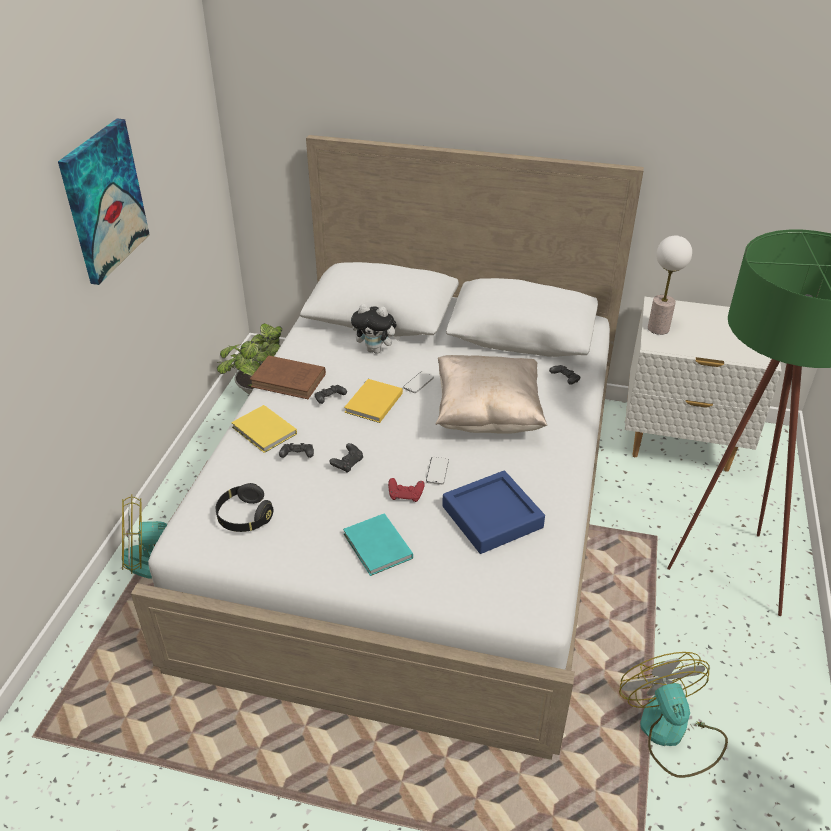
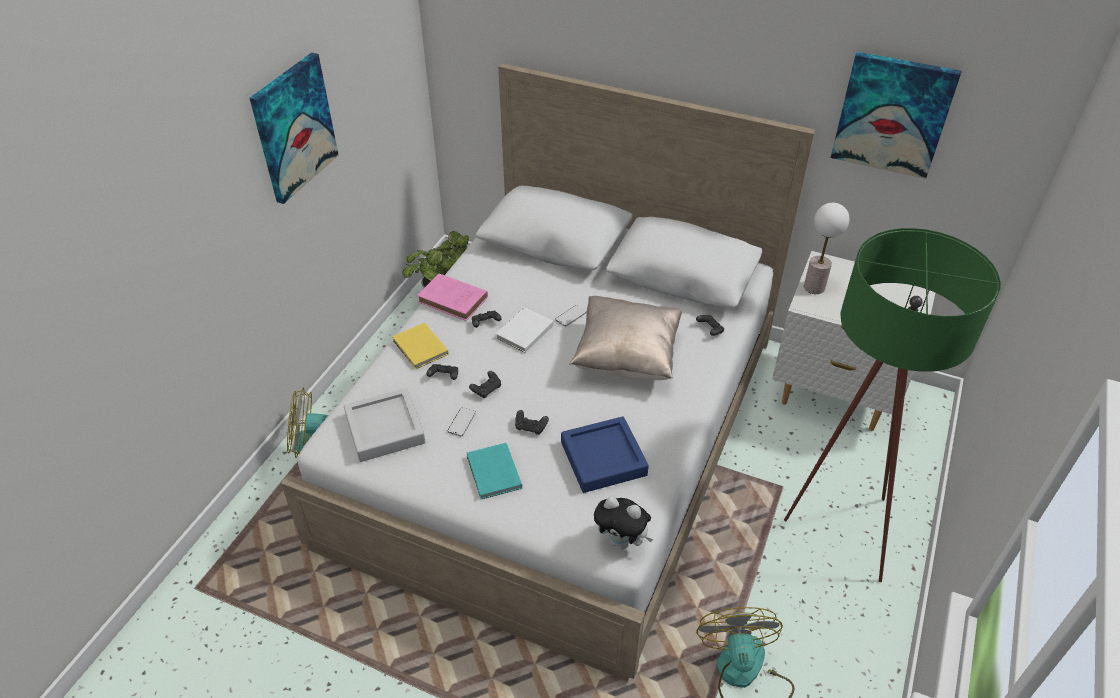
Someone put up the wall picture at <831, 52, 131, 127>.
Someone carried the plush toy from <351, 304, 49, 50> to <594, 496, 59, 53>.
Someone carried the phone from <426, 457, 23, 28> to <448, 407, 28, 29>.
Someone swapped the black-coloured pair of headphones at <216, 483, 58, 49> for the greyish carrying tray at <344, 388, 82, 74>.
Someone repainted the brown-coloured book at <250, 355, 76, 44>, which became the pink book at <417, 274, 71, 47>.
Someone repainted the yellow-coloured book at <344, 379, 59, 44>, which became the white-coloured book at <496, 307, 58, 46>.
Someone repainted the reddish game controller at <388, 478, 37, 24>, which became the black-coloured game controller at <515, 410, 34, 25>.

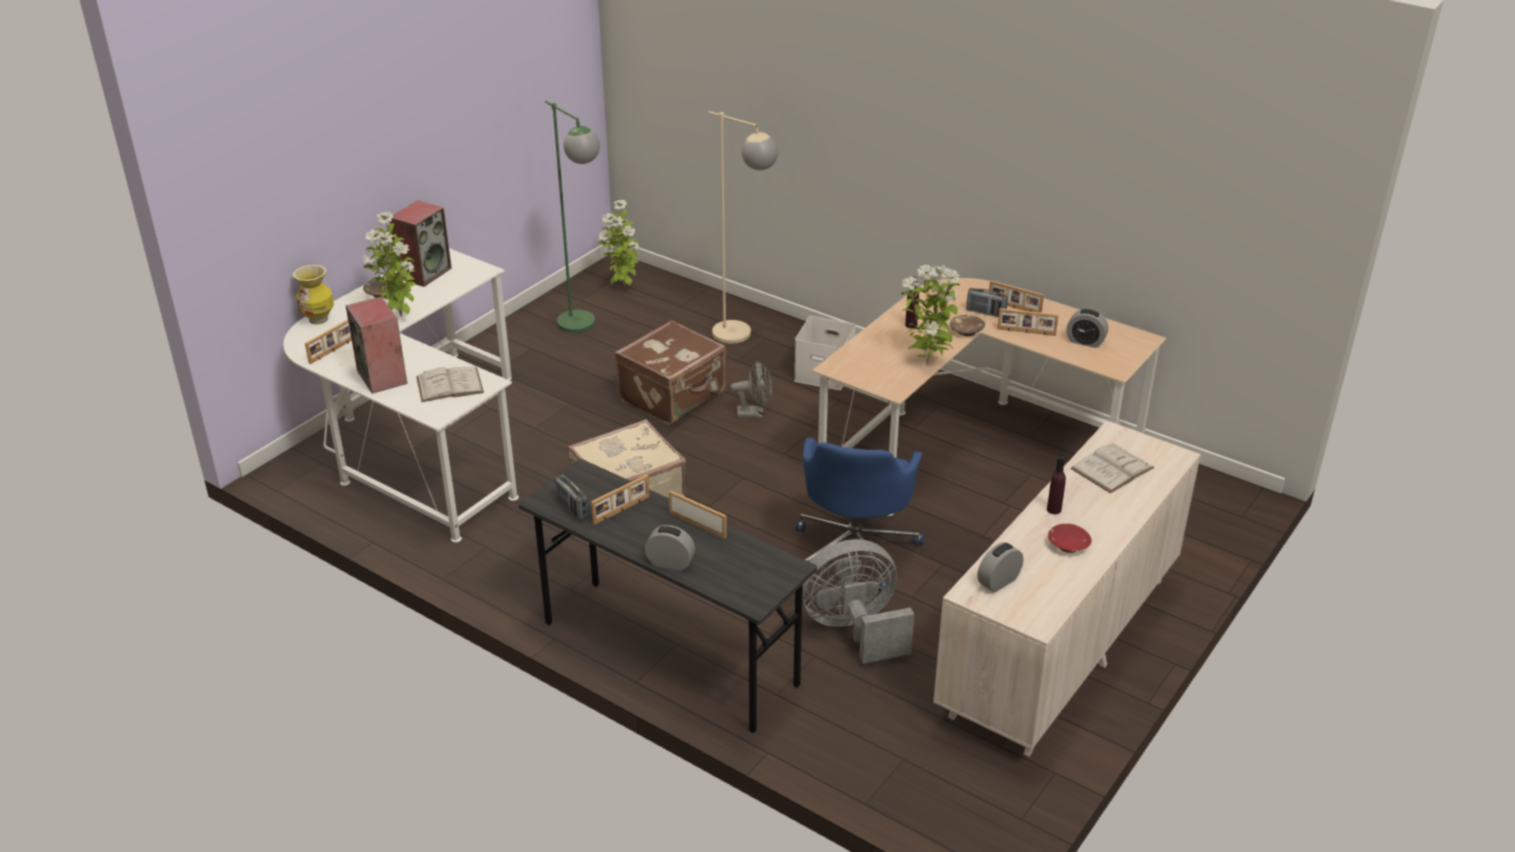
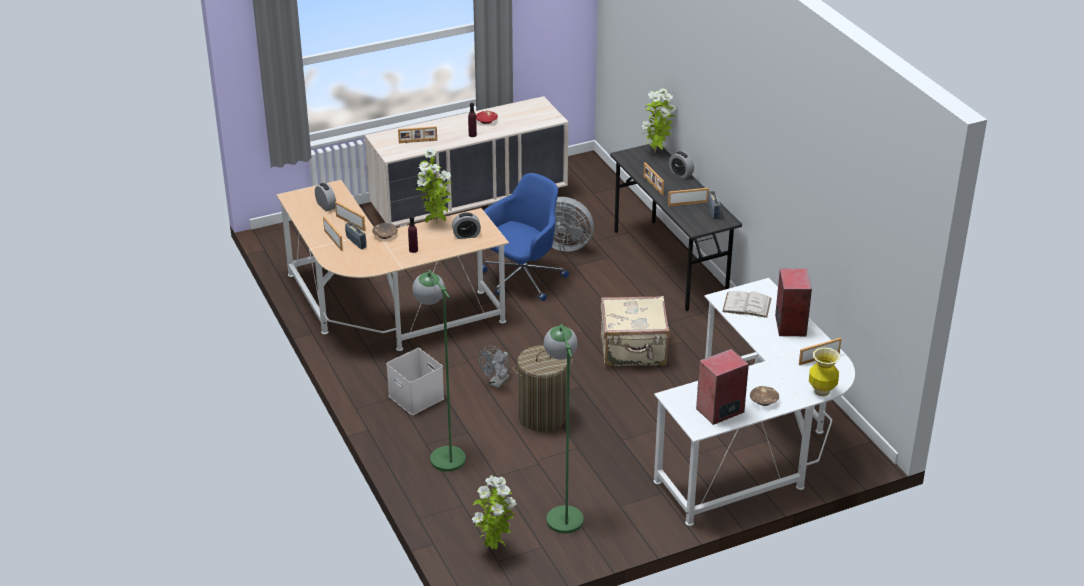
Someone carried the houseplant from <363, 212, 53, 105> to <641, 88, 35, 65>.
Someone carried the table clock from <977, 542, 46, 51> to <452, 212, 29, 27>.
Someone swapped the brown-coloured travel case at <615, 320, 111, 105> for the washing basket at <513, 345, 60, 87>.
Someone swapped the white-coloured book at <1071, 444, 84, 49> for the photo frame at <398, 126, 39, 17>.
Someone repainted the sand-coloured floor lamp at <708, 111, 70, 233>, which became the green floor lamp at <412, 270, 54, 202>.
Someone rotated the greyish cooling fan at <730, 361, 42, 57> by 90 degrees counterclockwise.

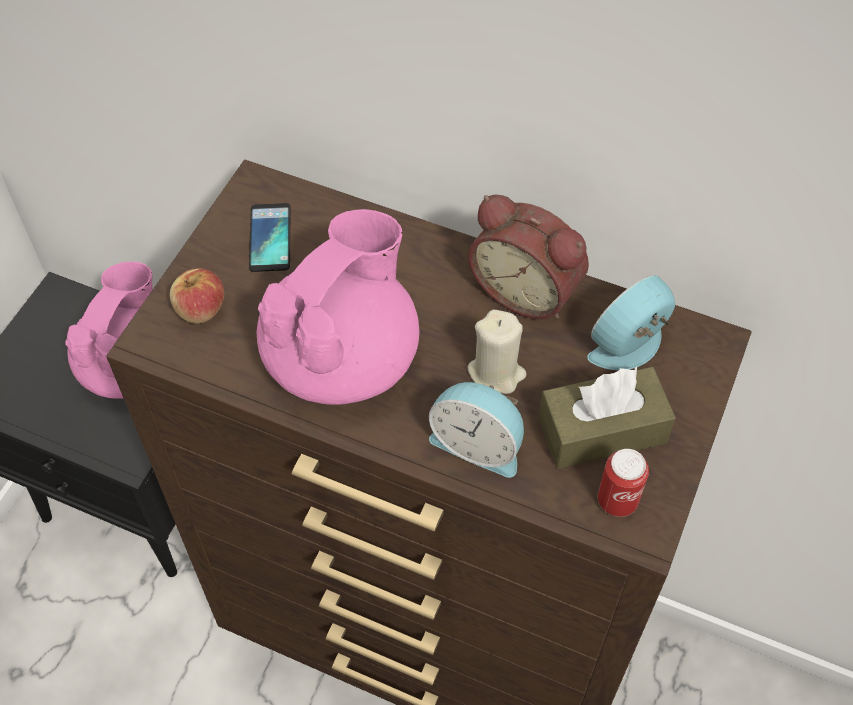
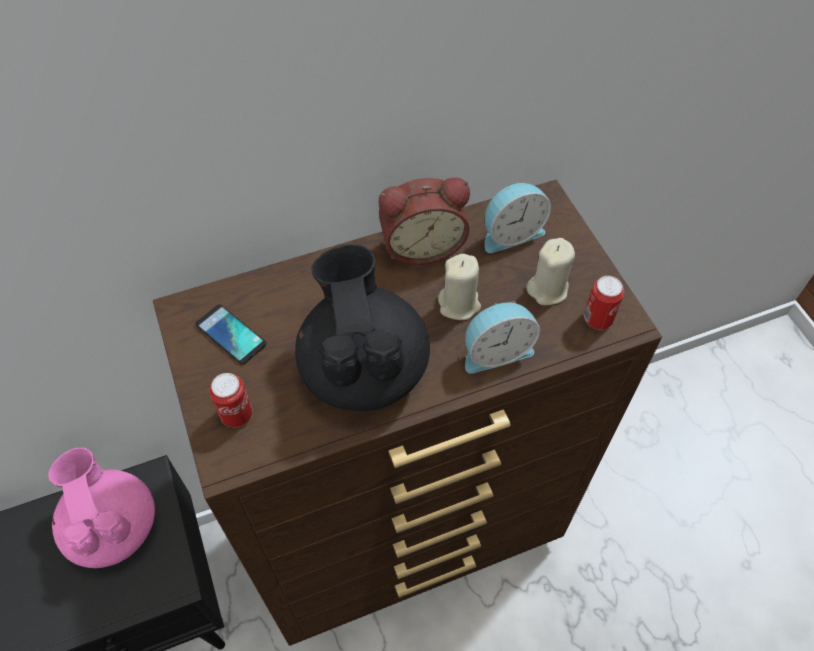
Someone swapped the apple fruit at <170, 268, 54, 56> for the metal can at <209, 373, 43, 54>.
Someone swapped the brown-coloured tissue box at <538, 367, 138, 102> for the sand-coloured wax candle at <526, 238, 49, 67>.
Someone repainted the pink tea pot at <257, 209, 163, 196>, which became the black-coloured tea pot at <295, 244, 135, 167>.
Someone rotated the table clock at <587, 275, 88, 95> by 120 degrees counterclockwise.

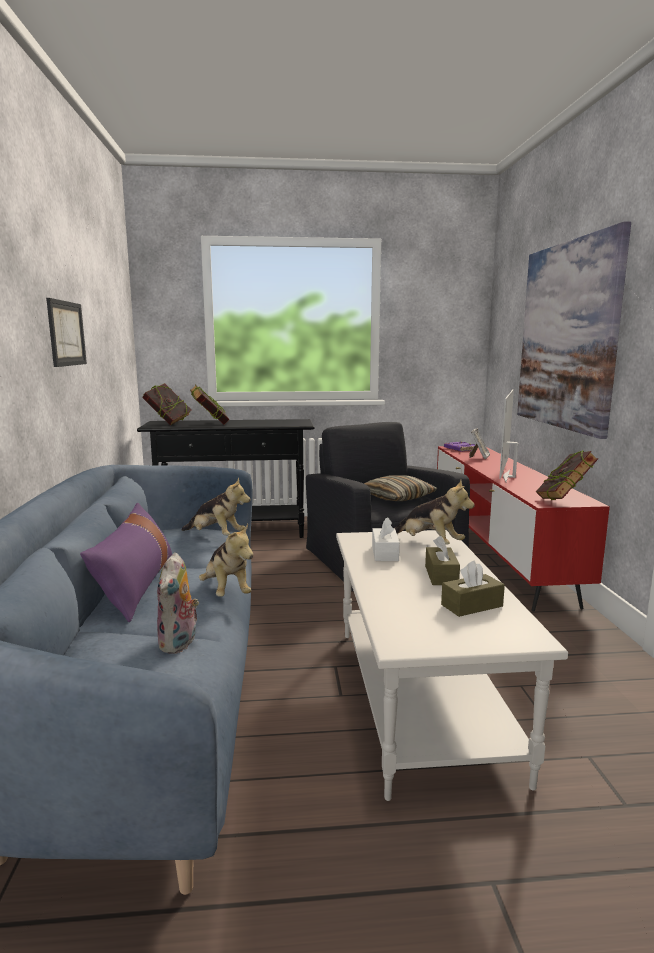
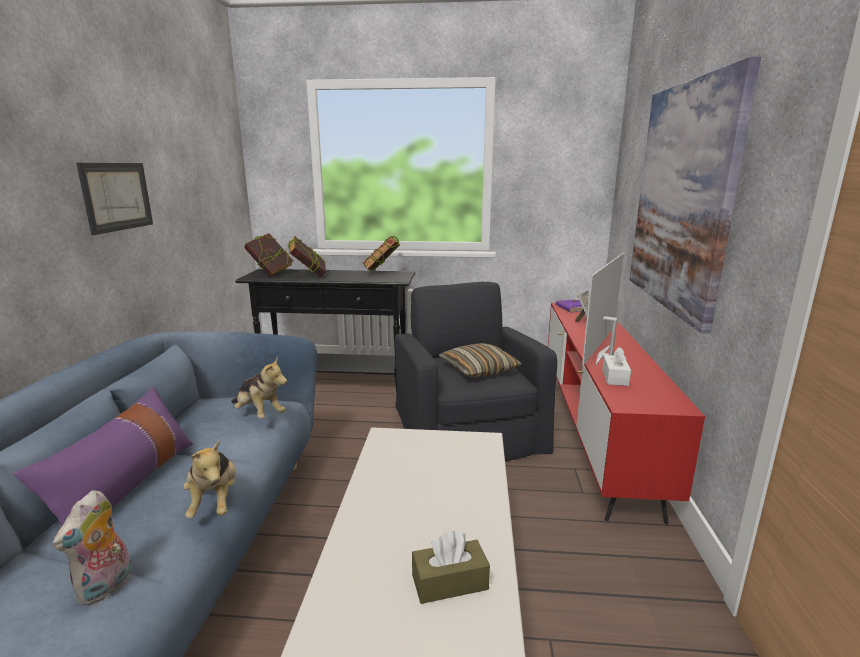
Someone took away the plush toy at <395, 480, 80, 65>.
Someone took away the brown-coloured tissue box at <425, 536, 35, 49>.
Someone carried the white-coloured tissue box from <372, 517, 28, 44> to <602, 347, 29, 39>.
Someone carried the book from <536, 450, 62, 50> to <363, 236, 37, 35>.

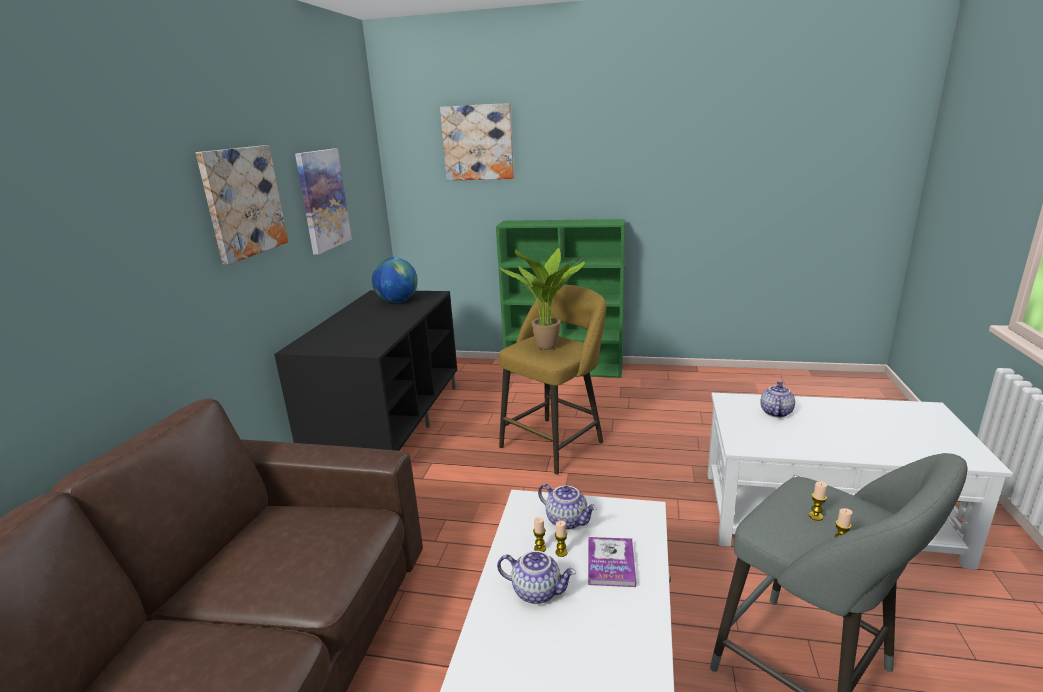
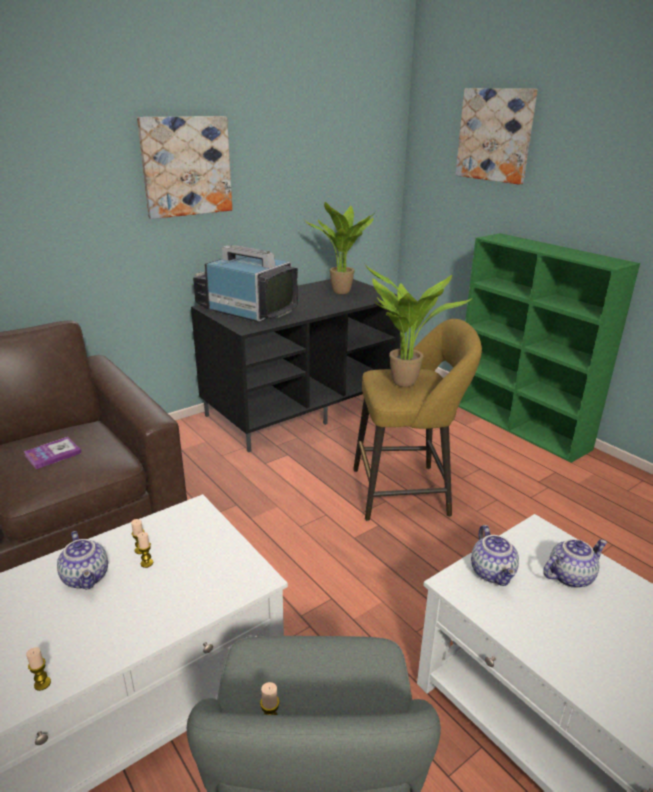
Someone took away the wall picture at <295, 149, 57, 105>.
Someone put down the TV at <193, 245, 105, 78>.
Someone carried the tea pot from <538, 484, 59, 46> to <471, 525, 48, 61>.
Someone carried the book from <588, 537, 48, 50> to <24, 437, 58, 32>.
Someone carried the wax candle from <809, 482, 18, 39> to <26, 647, 25, 44>.
Someone swapped the globe at <371, 257, 47, 46> for the houseplant at <305, 202, 69, 92>.

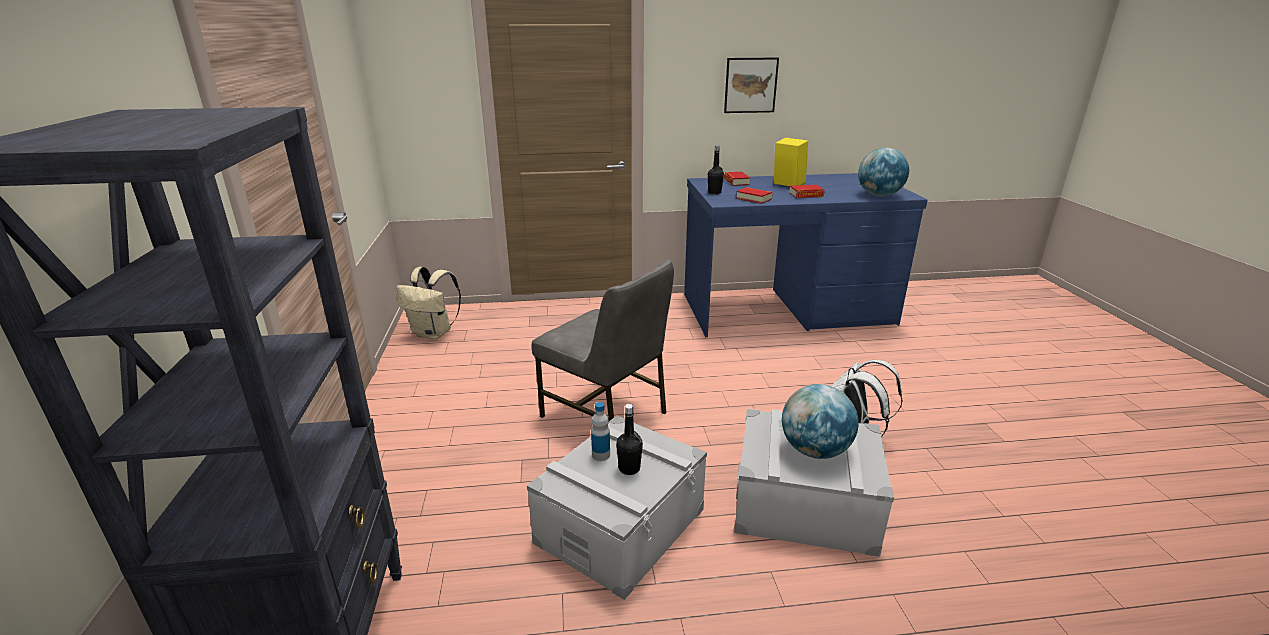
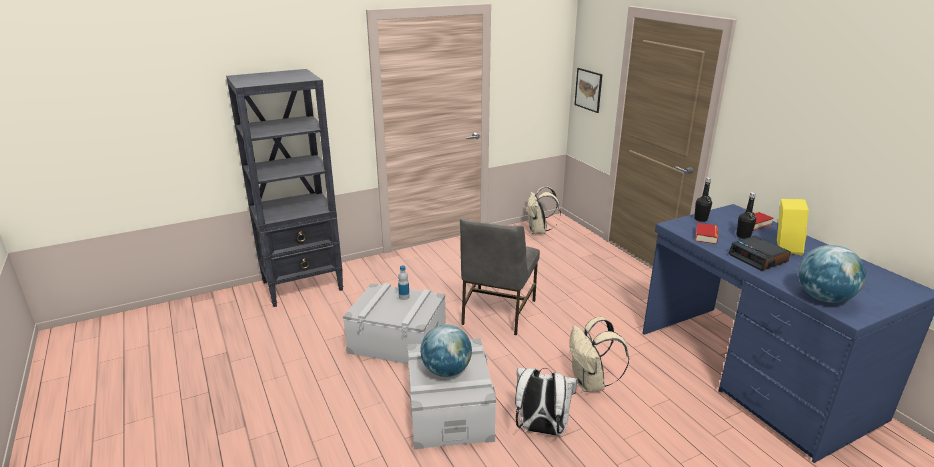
Someone put down the sand-coloured rucksack at <569, 317, 60, 75>.
Someone carried the black-coloured beverage bottle from <616, 404, 27, 71> to <736, 192, 20, 47>.
Someone carried the wall picture from <724, 58, 55, 55> to <574, 68, 28, 45>.
Someone swapped the book at <789, 185, 36, 13> for the table clock at <728, 236, 63, 35>.

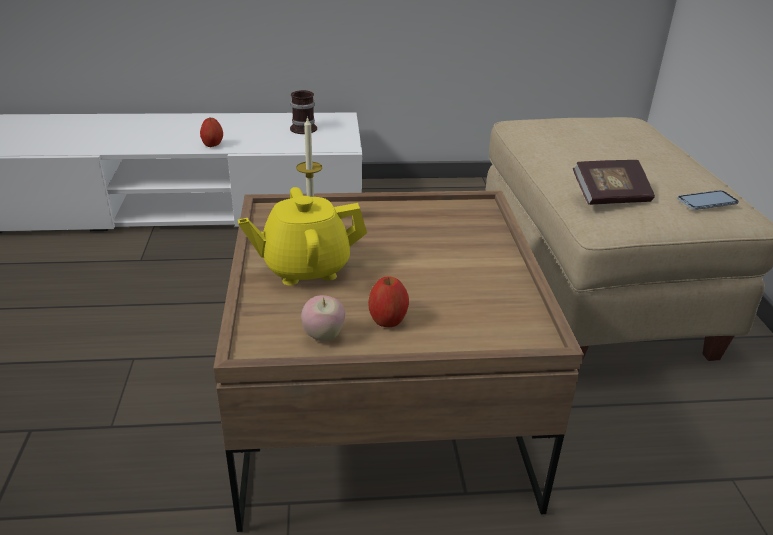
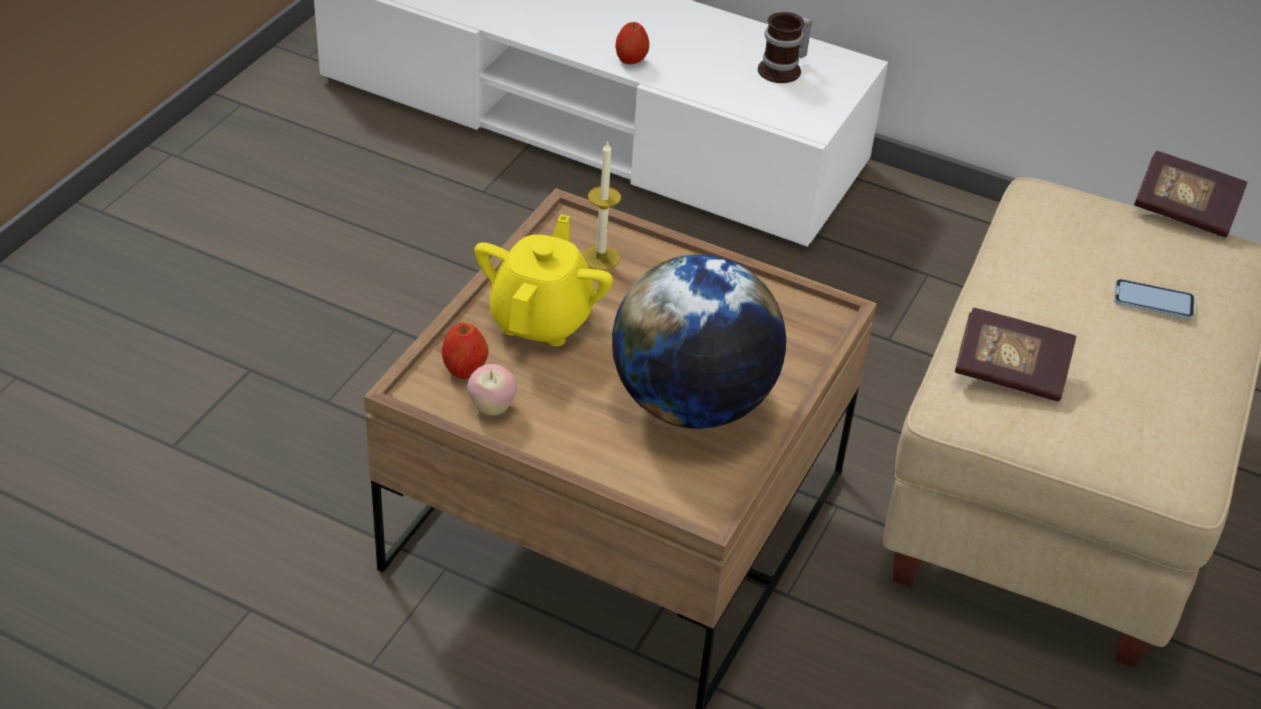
Someone put down the globe at <612, 255, 174, 174>.
Someone put down the book at <1134, 151, 113, 86>.
Someone carried the apple fruit from <368, 276, 41, 51> to <442, 323, 46, 56>.
Someone carried the phone from <677, 190, 62, 20> to <1114, 279, 81, 40>.
Someone rotated the yellow-coloured tea pot at <238, 187, 129, 99> by 90 degrees clockwise.

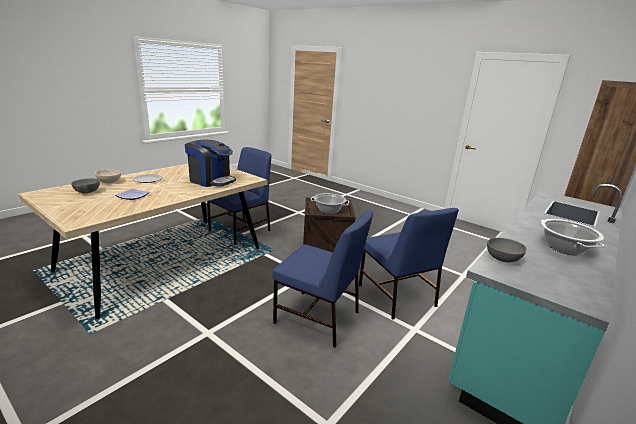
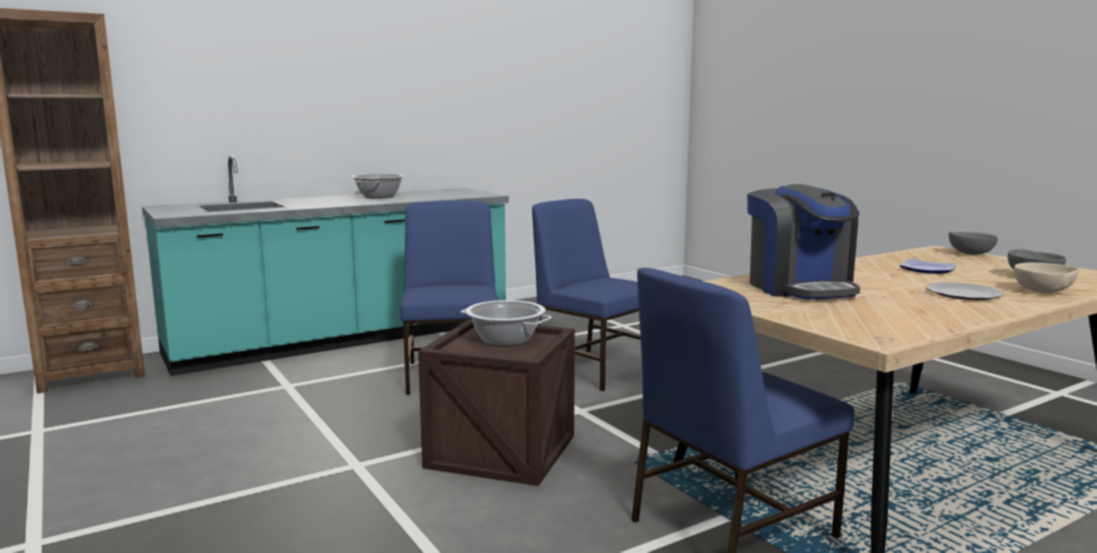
Someone carried the greyish bowl from <487, 238, 39, 24> to <949, 232, 49, 23>.
Someone rotated the coffee maker at <185, 139, 51, 48> by 150 degrees counterclockwise.

